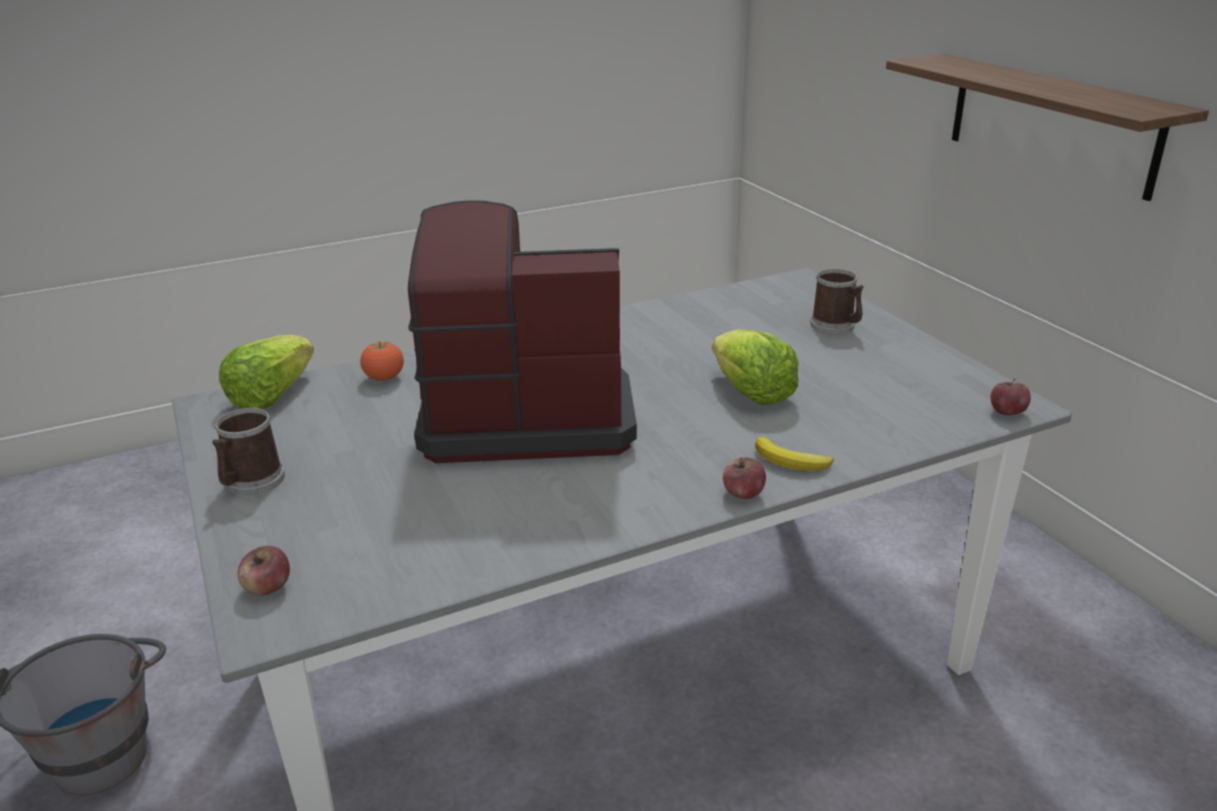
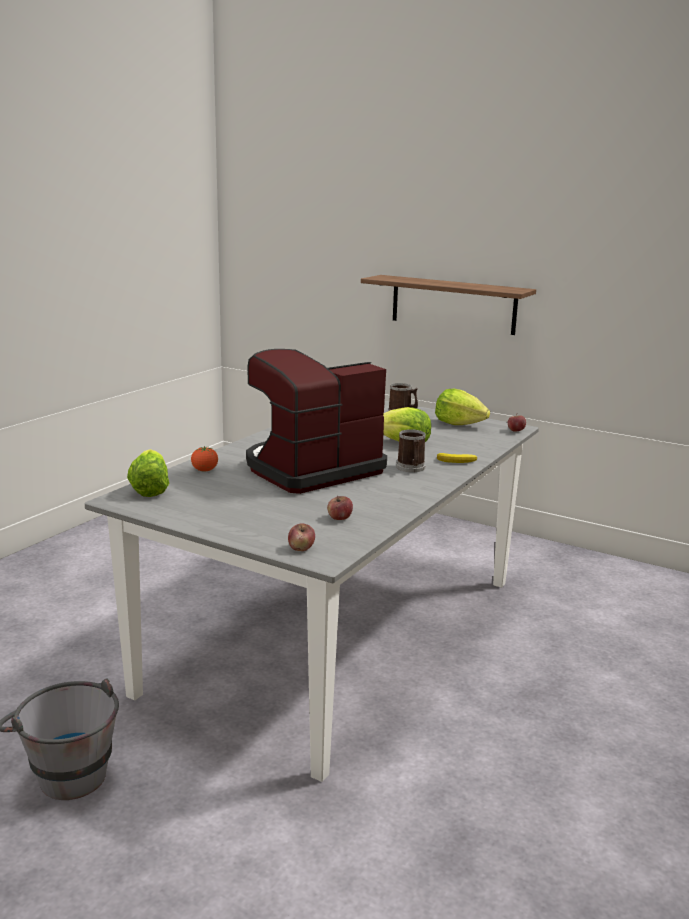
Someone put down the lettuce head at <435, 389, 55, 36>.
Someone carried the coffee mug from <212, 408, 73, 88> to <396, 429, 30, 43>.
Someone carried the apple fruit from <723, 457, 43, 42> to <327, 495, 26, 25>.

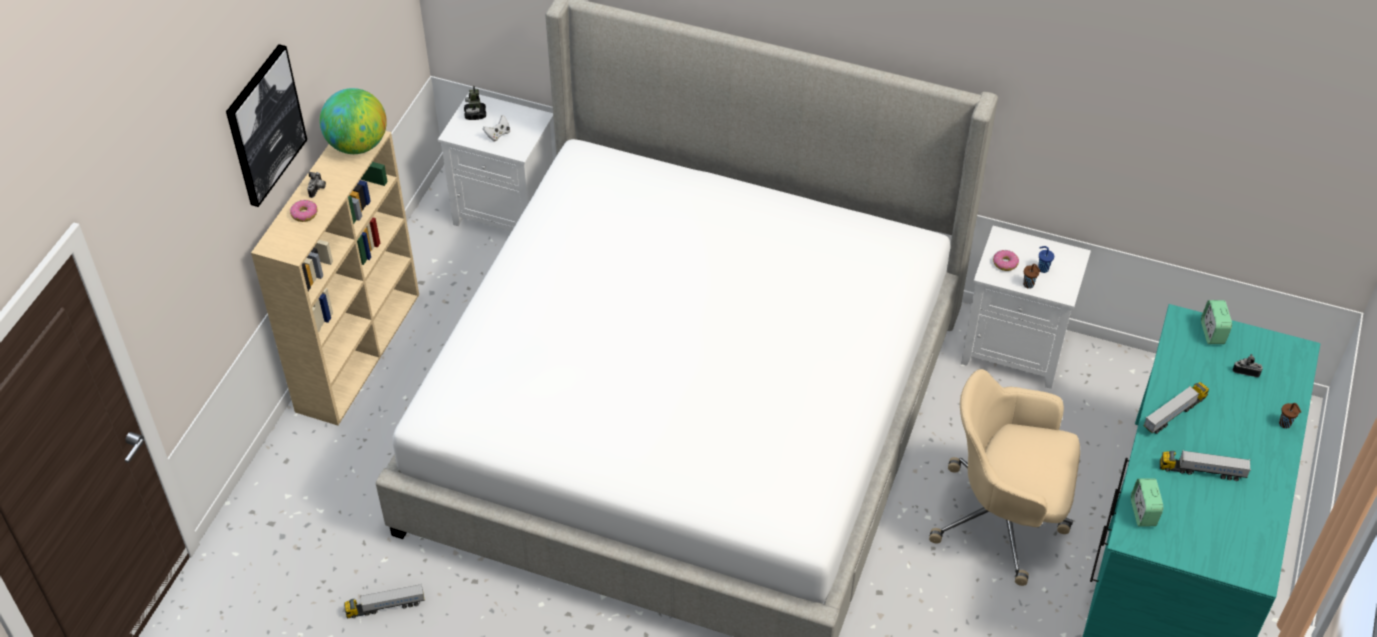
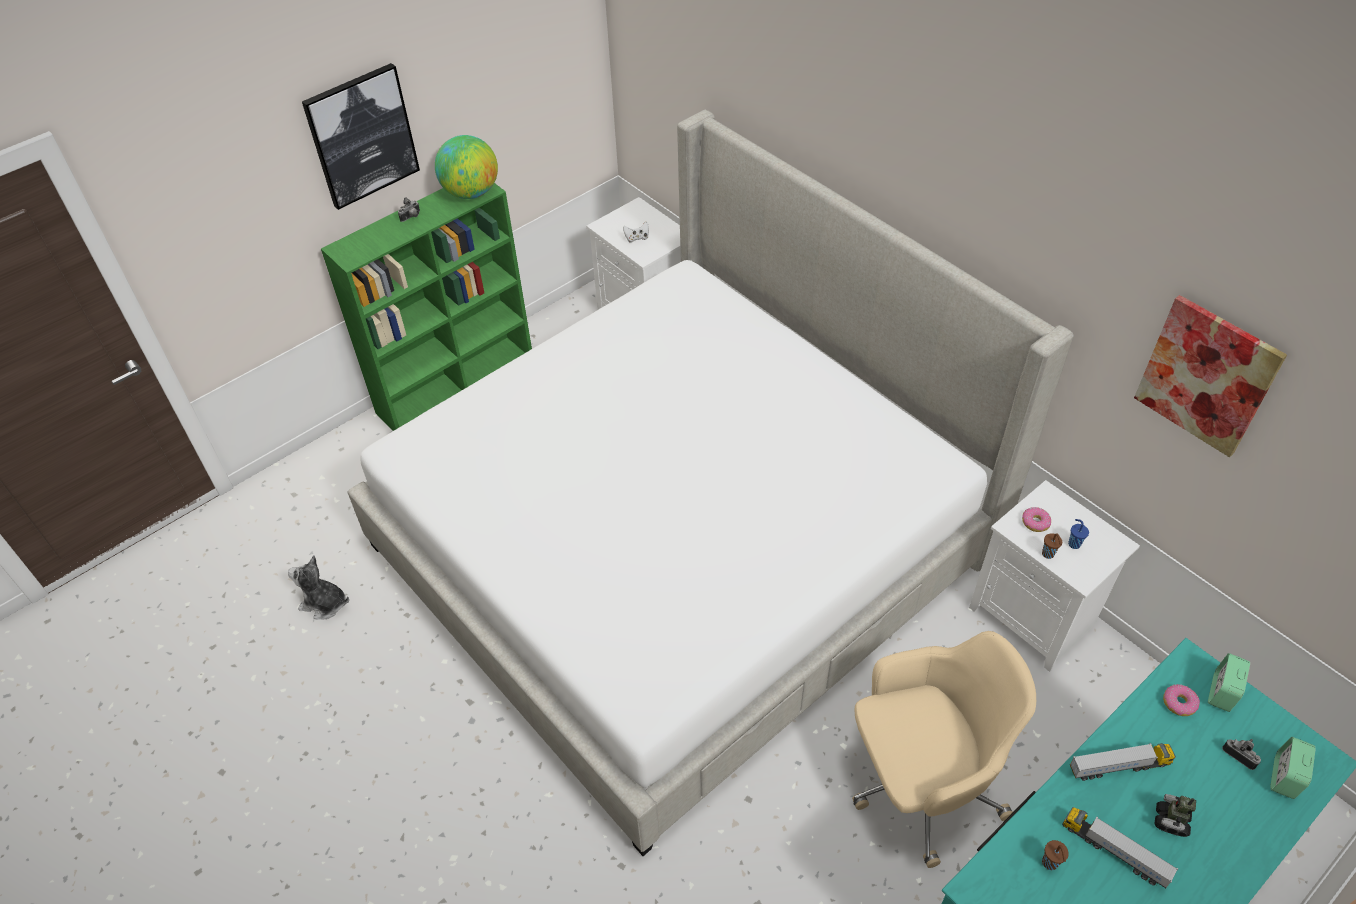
Someone put up the wall picture at <1134, 295, 153, 162>.
Someone carried the doughnut from <290, 200, 28, 22> to <1163, 684, 37, 32>.
Someone carried the model robot from <464, 86, 22, 34> to <1155, 794, 41, 43>.
Someone carried the table clock from <1131, 478, 32, 49> to <1270, 737, 46, 62>.
Someone carried the brown-coloured drinking cup from <1279, 403, 22, 25> to <1042, 840, 27, 30>.
Someone swapped the model truck at <344, 584, 81, 34> for the plush toy at <288, 555, 61, 65>.
Someone repainted the sand-coloured shelving unit at <251, 131, 168, 294>, which became the green shelving unit at <321, 183, 211, 248>.
Someone rotated the sand-coloured computer chair at <929, 369, 151, 217> by 120 degrees clockwise.

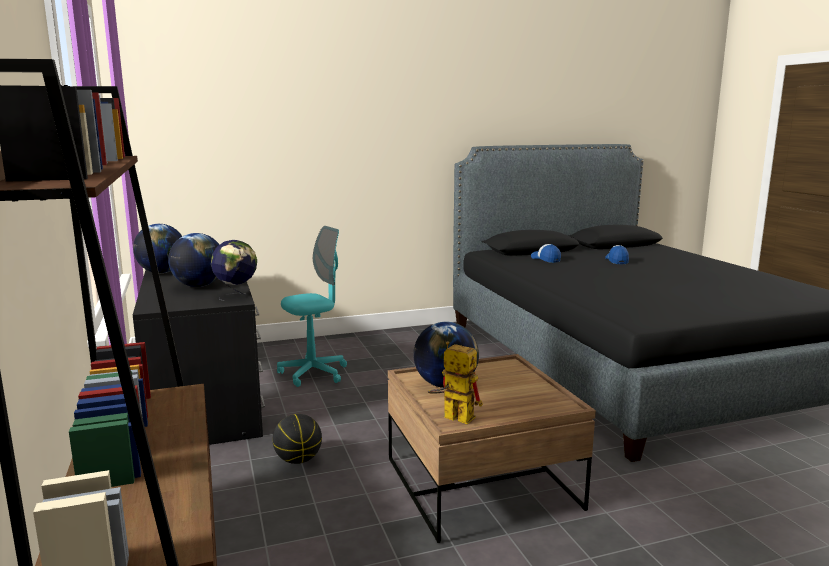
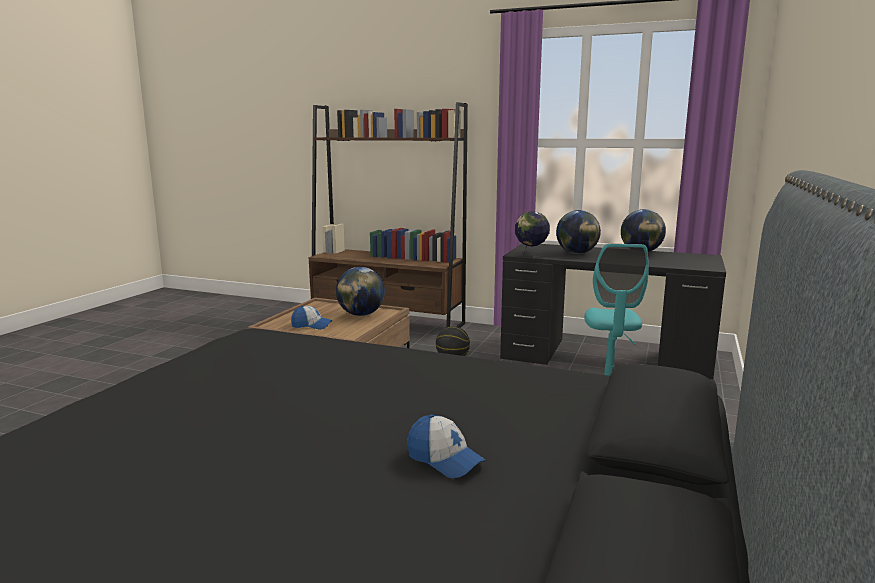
Someone took away the model robot at <428, 341, 55, 83>.
Someone carried the baseball cap from <531, 244, 30, 19> to <291, 306, 42, 23>.

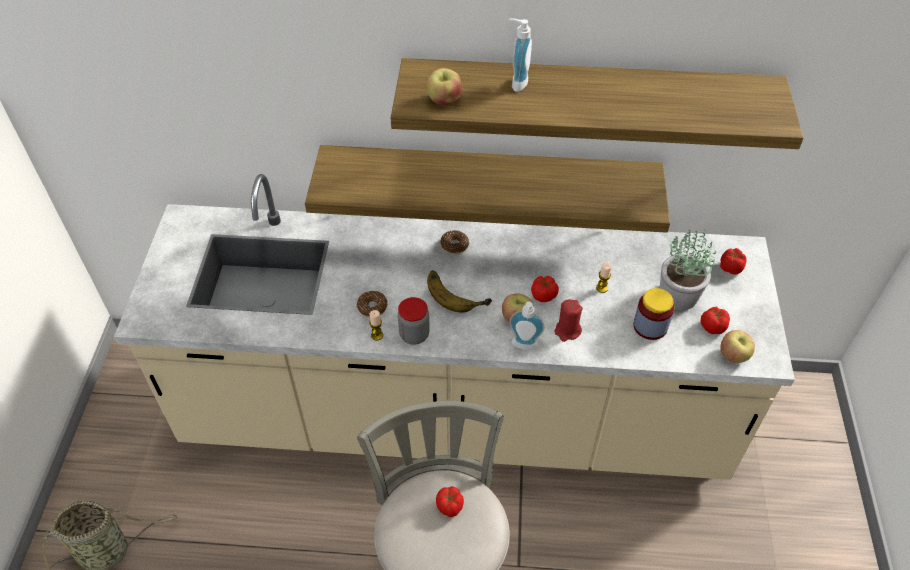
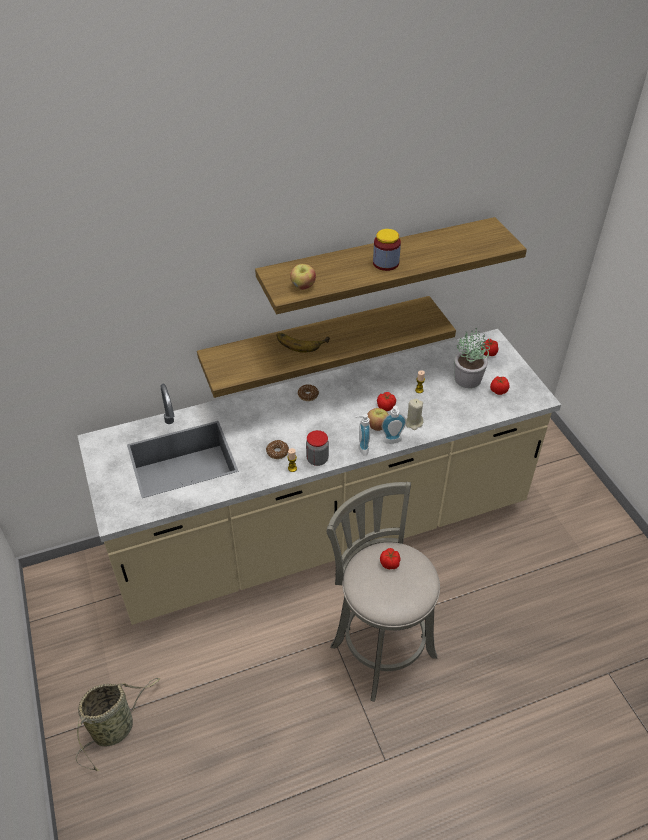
Someone took away the apple fruit at <720, 330, 35, 33>.
Someone carried the banana from <427, 270, 65, 43> to <277, 333, 53, 20>.
Someone carried the soap dispenser from <509, 18, 23, 74> to <355, 414, 15, 42>.
Someone carried the storage jar from <633, 288, 41, 52> to <373, 229, 28, 42>.
Someone repainted the reddish wax candle at <554, 299, 29, 43>, which became the sand-coloured wax candle at <406, 398, 17, 32>.

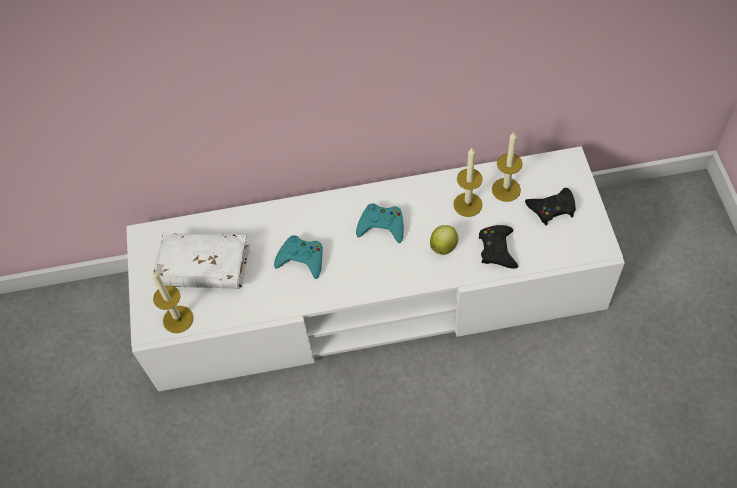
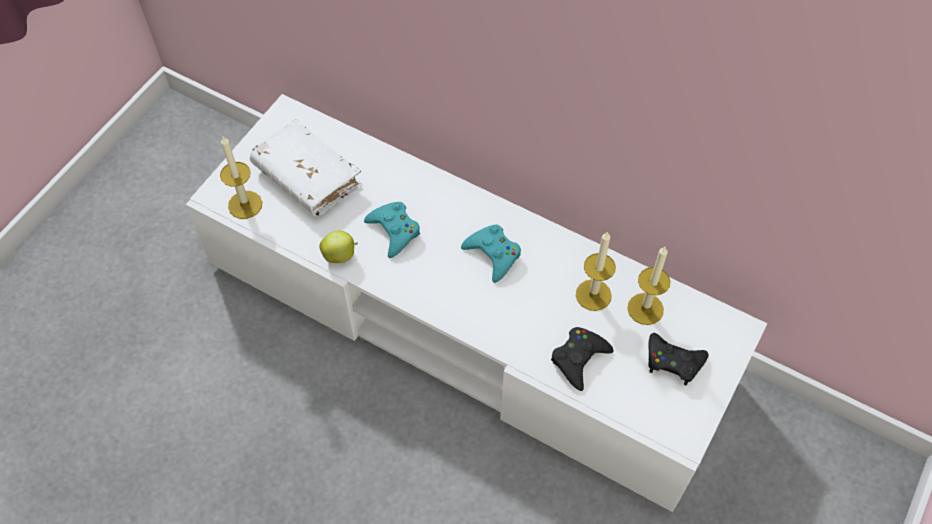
Someone carried the apple fruit from <430, 225, 28, 30> to <320, 231, 38, 32>.

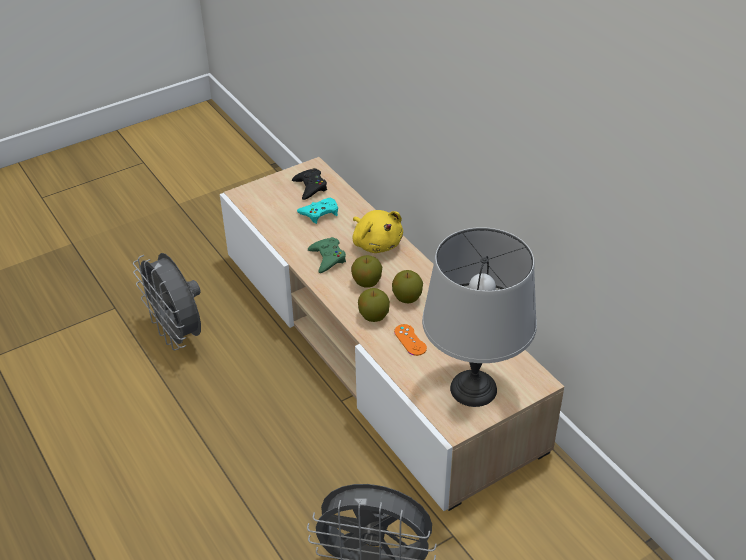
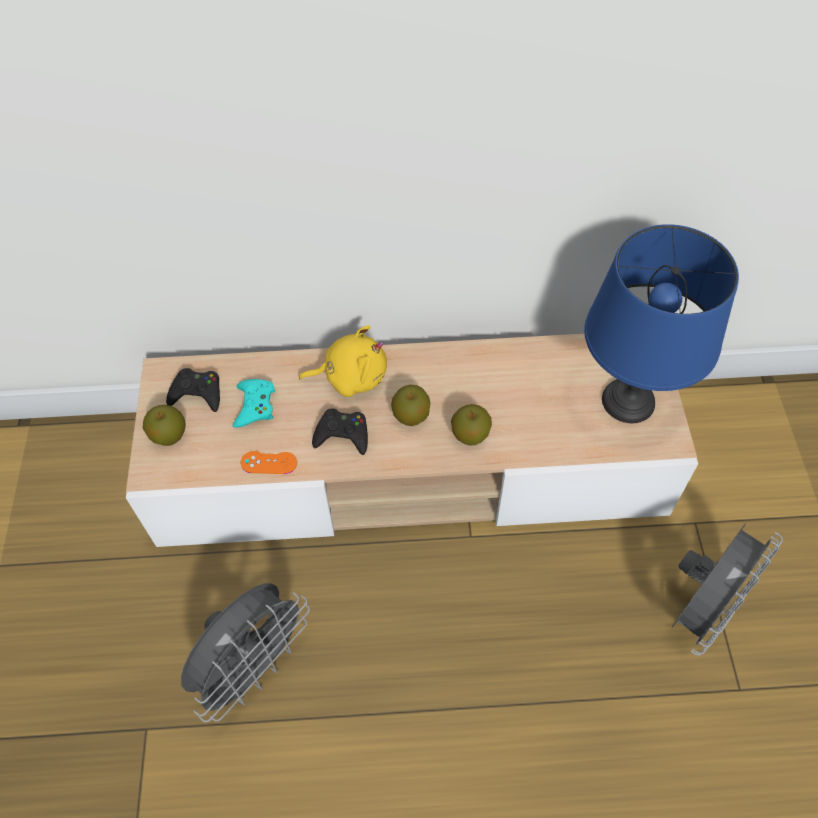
Someone carried the apple fruit from <392, 270, 31, 34> to <143, 405, 43, 41>.
Someone carried the orange game controller from <394, 324, 33, 32> to <241, 451, 56, 23>.
Someone repainted the green game controller at <308, 237, 38, 36>, which became the black-coloured game controller at <312, 408, 56, 47>.
Someone repainted the greyish tabletop lamp at <422, 227, 115, 180>, which became the blue-coloured tabletop lamp at <584, 224, 155, 199>.
Someone rotated the greyish cooling fan at <133, 253, 68, 97> by 45 degrees counterclockwise.

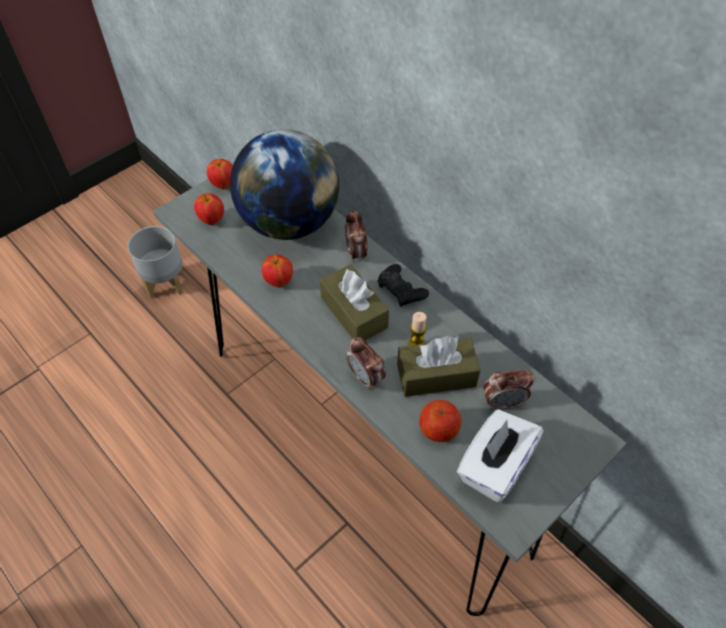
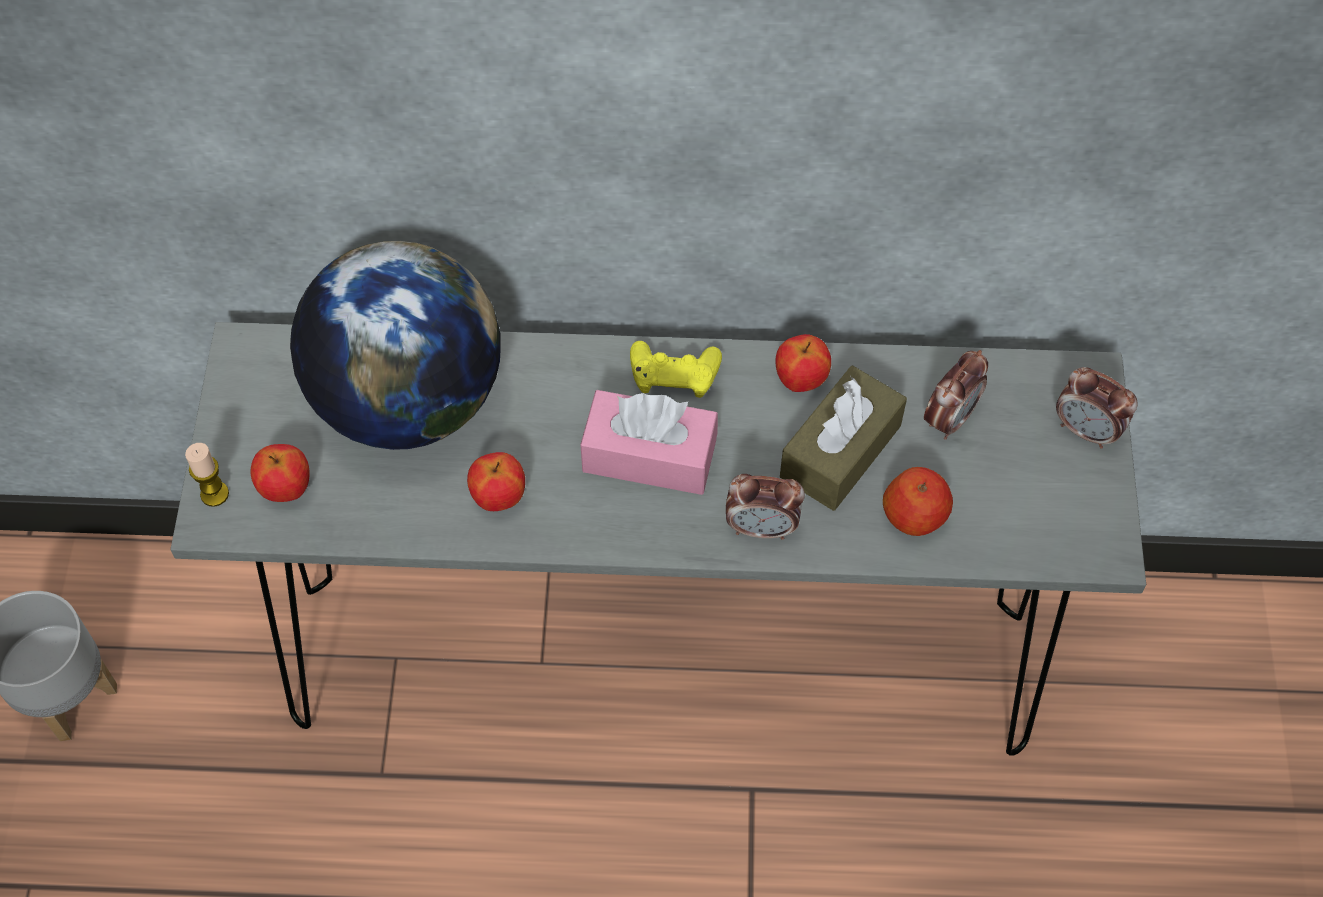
Someone took away the white-coloured tissue box at <457, 409, 87, 94>.
Someone carried the apple fruit from <207, 159, 26, 31> to <776, 334, 55, 58>.
Someone carried the table clock from <345, 209, 23, 54> to <1056, 367, 82, 82>.
Someone carried the wax candle from <409, 312, 18, 34> to <185, 443, 44, 64>.
Someone repainted the brown-coloured tissue box at <320, 264, 69, 76>, which became the pink tissue box at <580, 390, 138, 105>.
Someone repainted the black-coloured game controller at <378, 264, 51, 43>, which became the yellow-coloured game controller at <630, 341, 92, 57>.

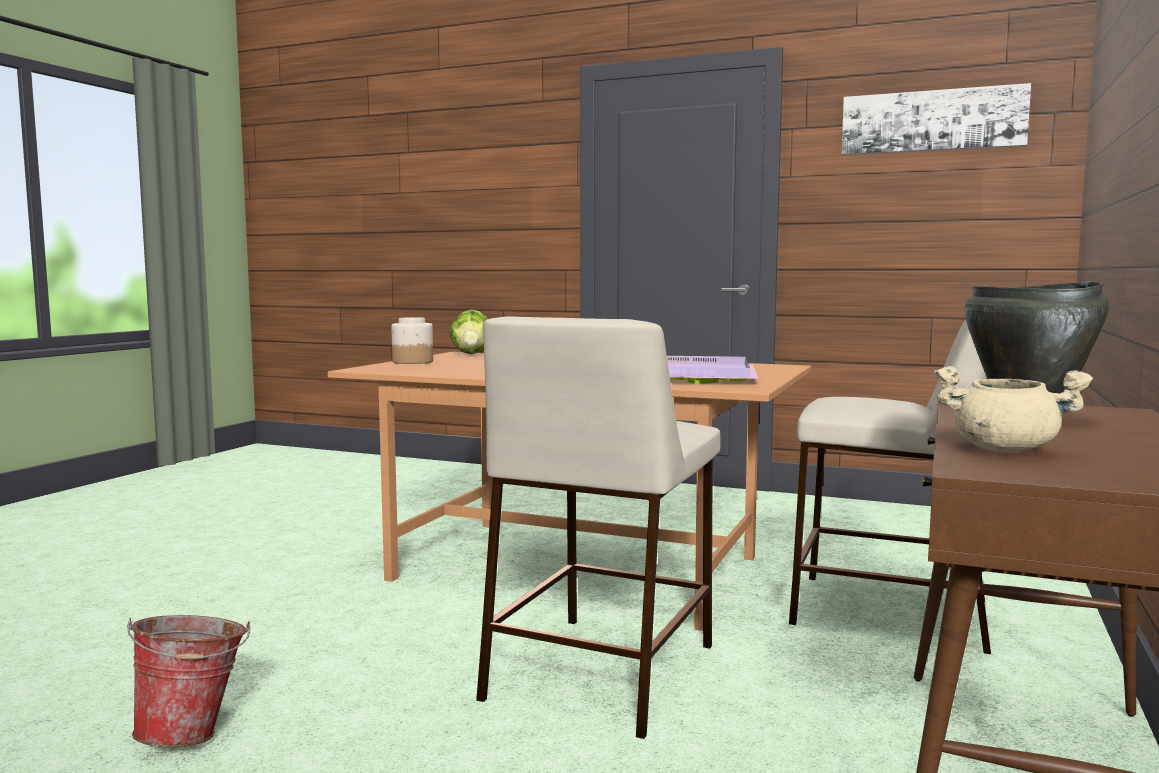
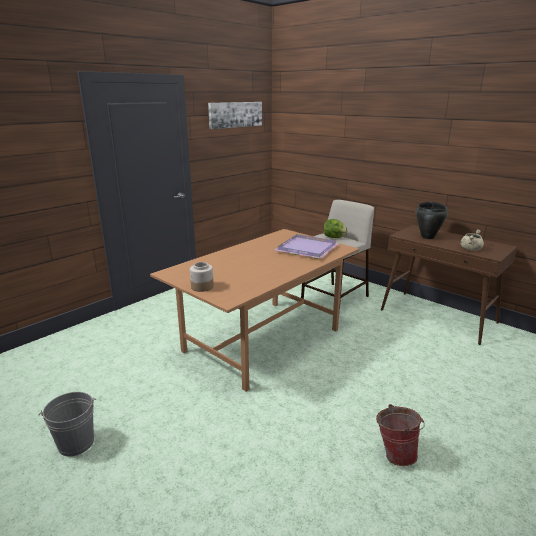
Someone took away the sand-coloured stool seat at <476, 316, 245, 423>.
Someone put down the greyish pail at <39, 392, 57, 64>.
Someone carried the lettuce head from <450, 309, 38, 45> to <323, 219, 25, 19>.

